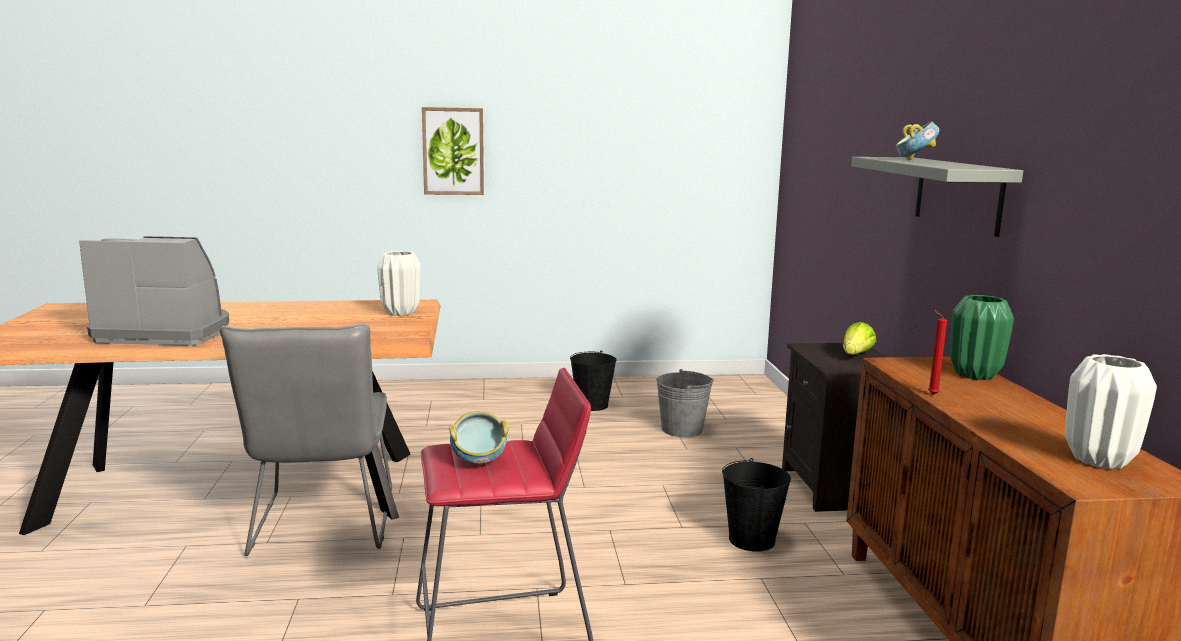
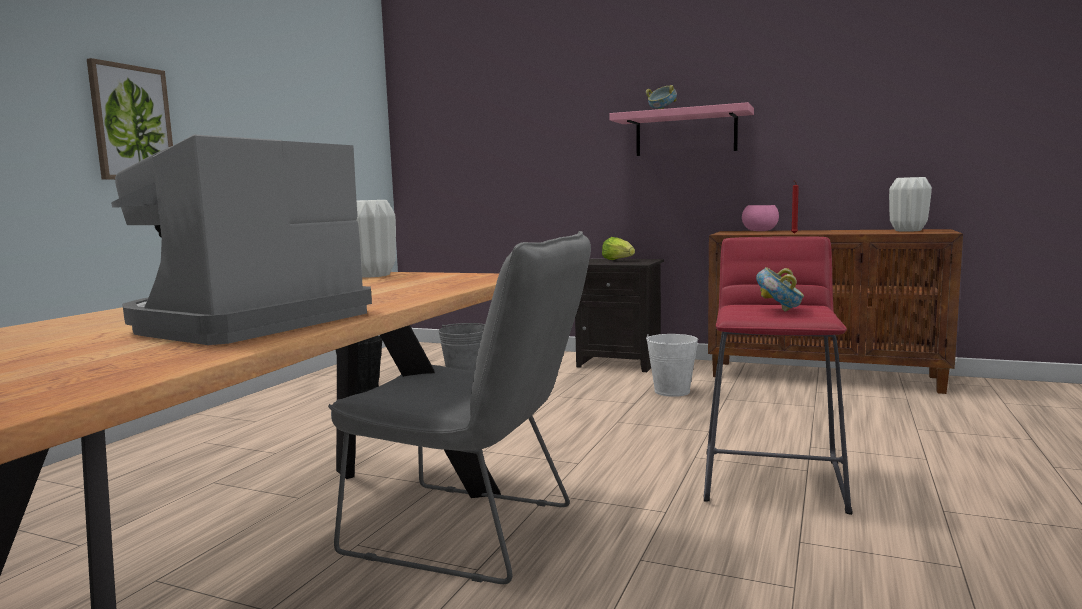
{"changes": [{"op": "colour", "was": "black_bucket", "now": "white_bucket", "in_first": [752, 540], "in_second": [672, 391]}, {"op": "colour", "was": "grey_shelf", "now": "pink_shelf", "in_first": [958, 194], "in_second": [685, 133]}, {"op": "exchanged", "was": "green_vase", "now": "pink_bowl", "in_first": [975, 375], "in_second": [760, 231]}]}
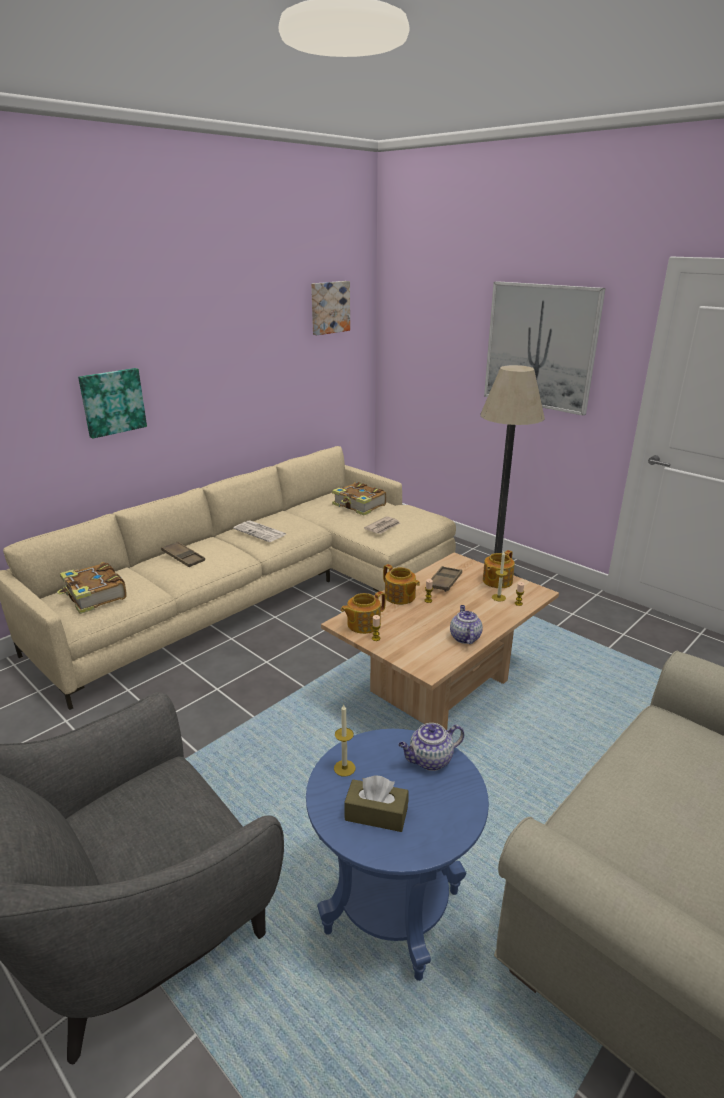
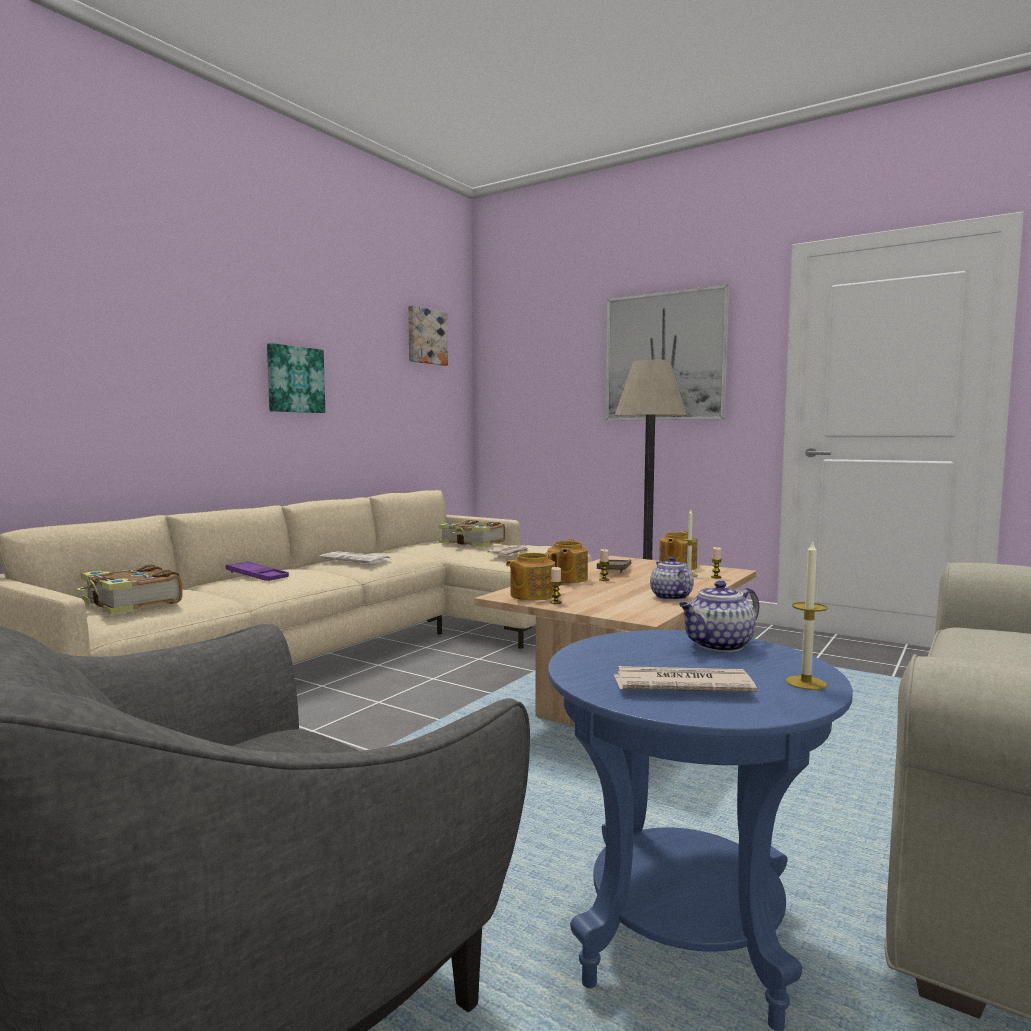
{"changes": [{"op": "relocated", "was": "picture", "in_first": [112, 402], "in_second": [294, 379]}, {"op": "colour", "was": "brown_tray", "now": "purple_tray", "in_first": [183, 557], "in_second": [257, 576]}, {"op": "relocated", "was": "candle", "in_first": [344, 768], "in_second": [806, 683]}, {"op": "exchanged", "was": "brown_tissue_box", "now": "newspaper", "in_first": [376, 814], "in_second": [680, 686]}, {"op": "spun", "was": "teapot", "in_first": [400, 597], "in_second": [566, 579], "clockwise": 60}]}
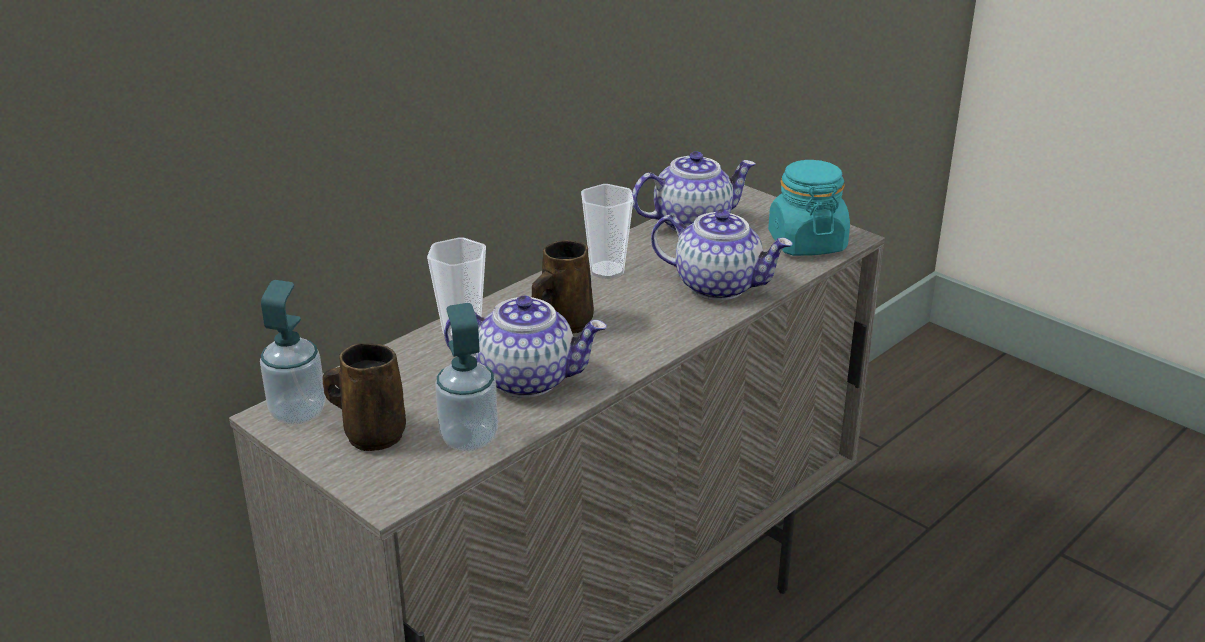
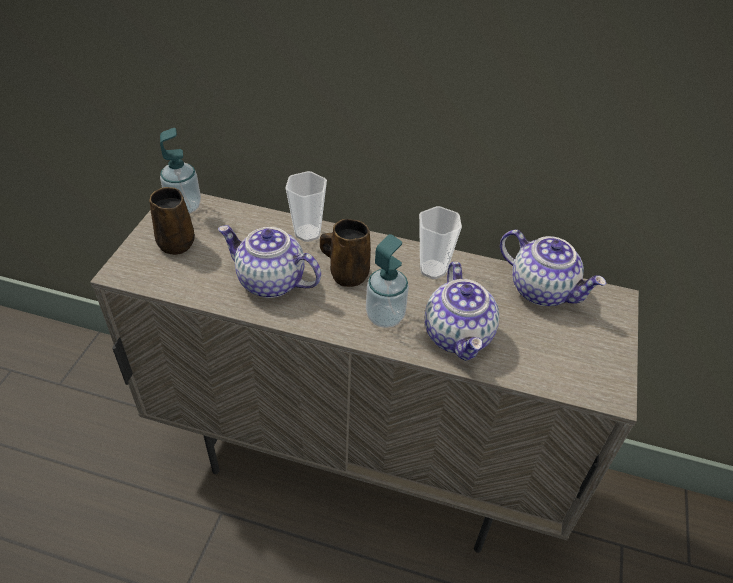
{"changes": [{"op": "relocated", "was": "soap_dispenser", "in_first": [469, 438], "in_second": [385, 316]}, {"op": "spun", "was": "teapot", "in_first": [527, 379], "in_second": [270, 282], "clockwise": 135}, {"op": "missing", "was": "turquoise_jar", "in_first": [806, 243]}]}
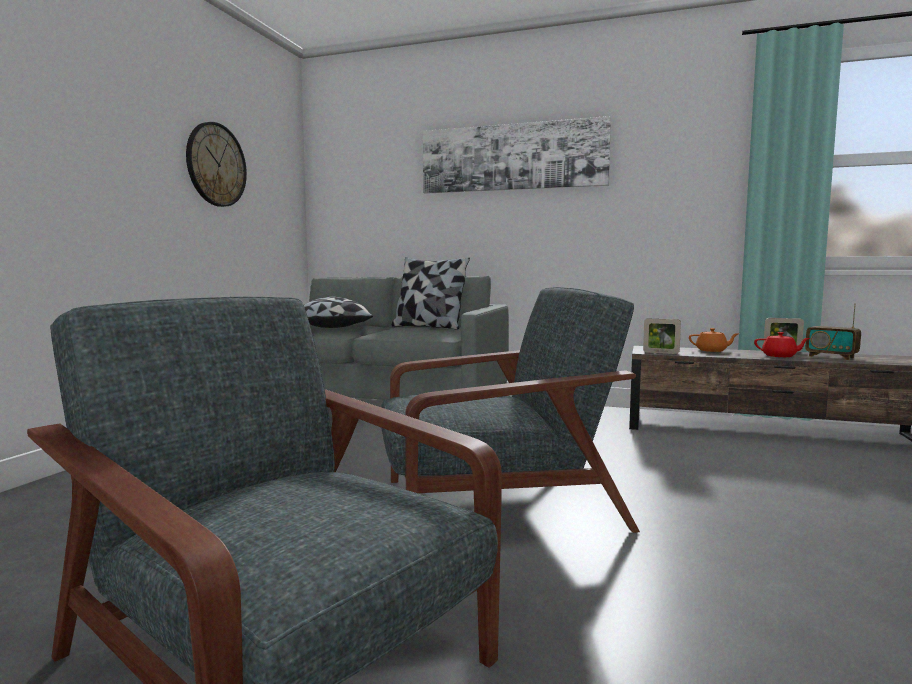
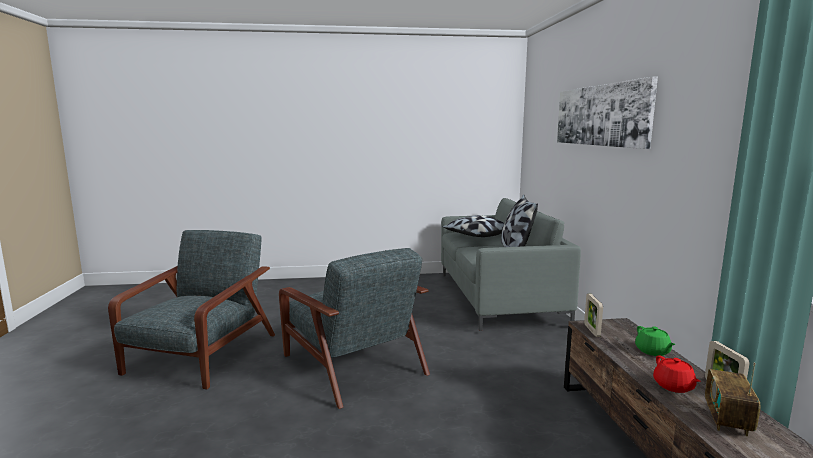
{"changes": [{"op": "missing", "was": "wall_clock", "in_first": [216, 165]}, {"op": "colour", "was": "orange_teapot", "now": "green_teapot", "in_first": [712, 350], "in_second": [652, 351]}]}
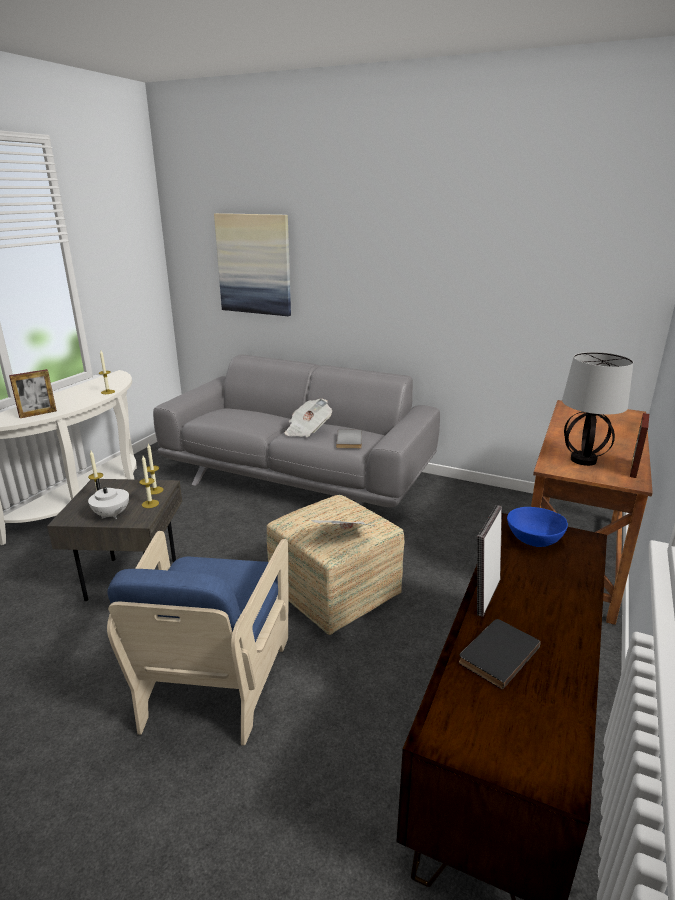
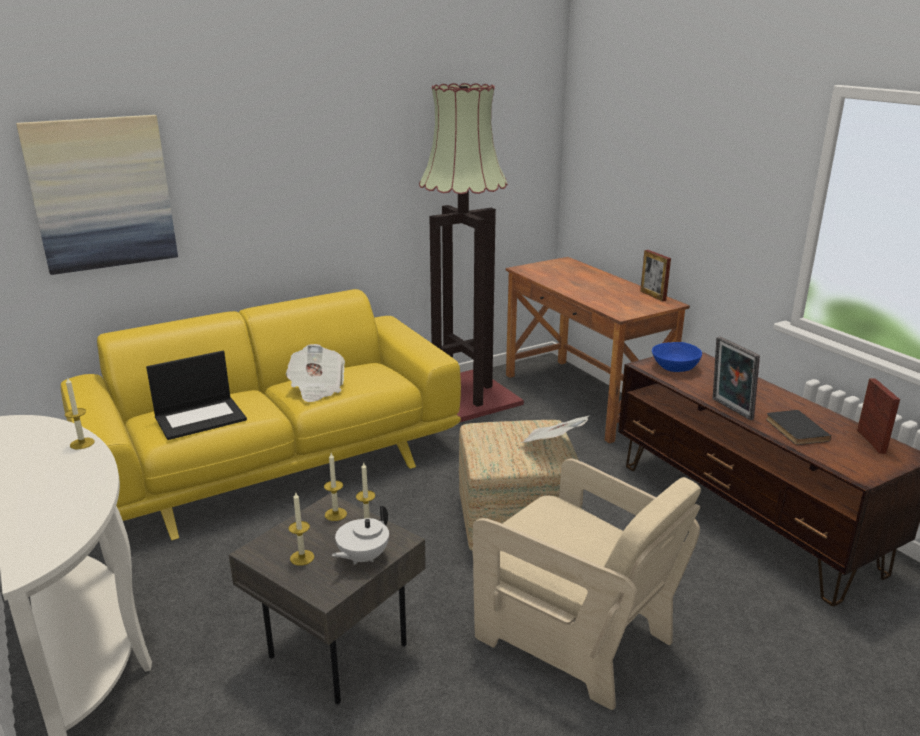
{"changes": [{"op": "relocated", "was": "picture_frame", "in_first": [38, 414], "in_second": [871, 441]}, {"op": "spun", "was": "white_teapot", "in_first": [111, 515], "in_second": [362, 557], "clockwise": 135}, {"op": "colour", "was": "blue_armchair", "now": "beige_armchair", "in_first": [214, 679], "in_second": [574, 636]}, {"op": "colour", "was": "grey_sofa", "now": "yellow_sofa", "in_first": [299, 477], "in_second": [276, 461]}, {"op": "missing", "was": "grey_book", "in_first": [350, 440]}, {"op": "missing", "was": "table_lamp", "in_first": [583, 460]}, {"op": "appeared", "now": "laptop", "in_second": [201, 418]}, {"op": "appeared", "now": "floor_lamp", "in_second": [463, 396]}]}
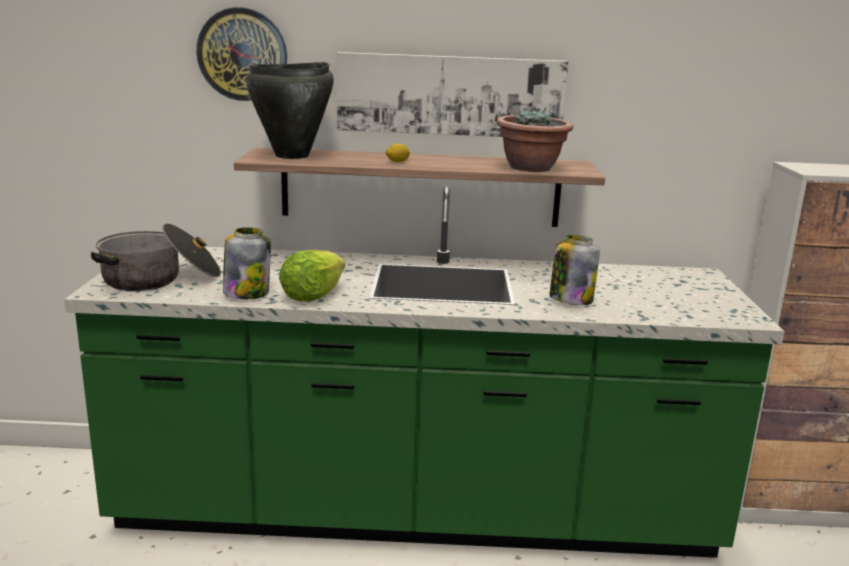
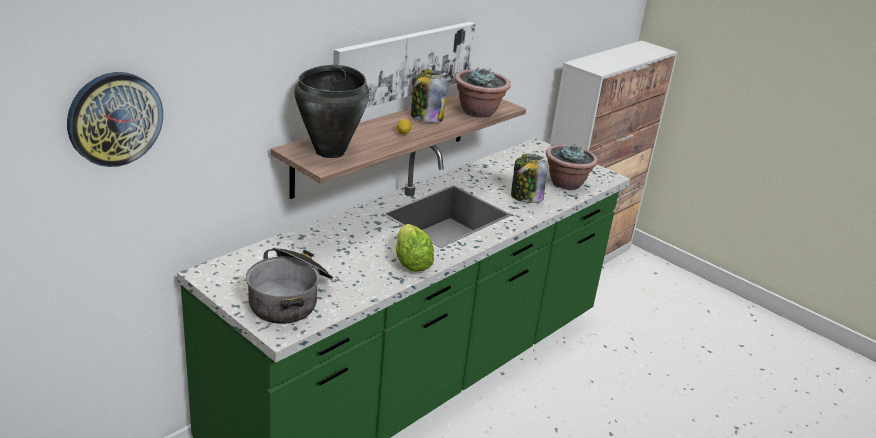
{"changes": [{"op": "relocated", "was": "wall_clock", "in_first": [242, 54], "in_second": [115, 119]}, {"op": "relocated", "was": "jar", "in_first": [247, 293], "in_second": [426, 118]}, {"op": "appeared", "now": "potted_plant", "in_second": [566, 184]}]}
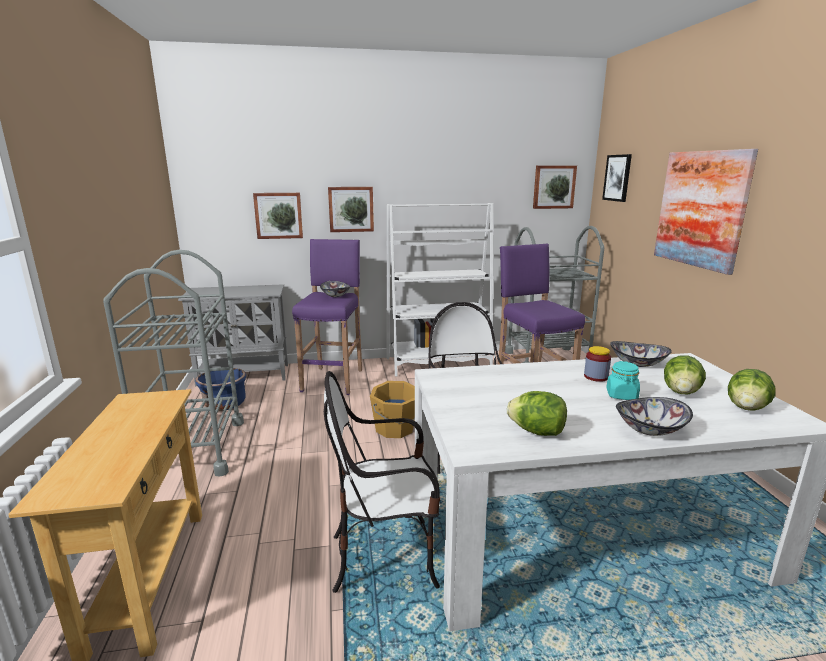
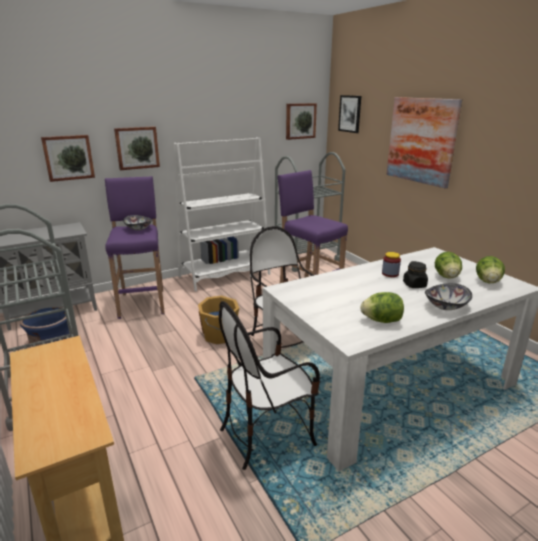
{"changes": [{"op": "colour", "was": "turquoise_jar", "now": "black_jar", "in_first": [621, 395], "in_second": [414, 285]}, {"op": "missing", "was": "bowl", "in_first": [637, 363]}]}
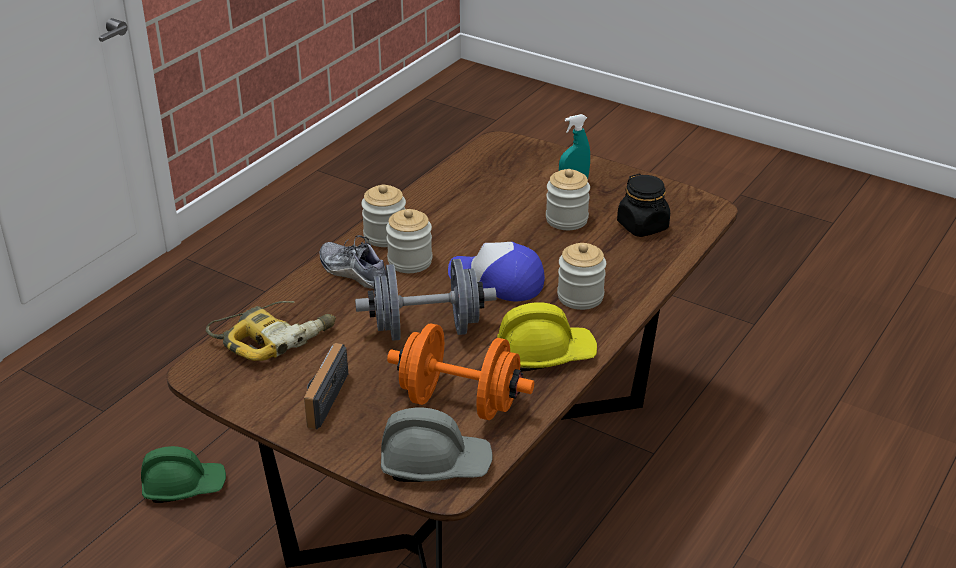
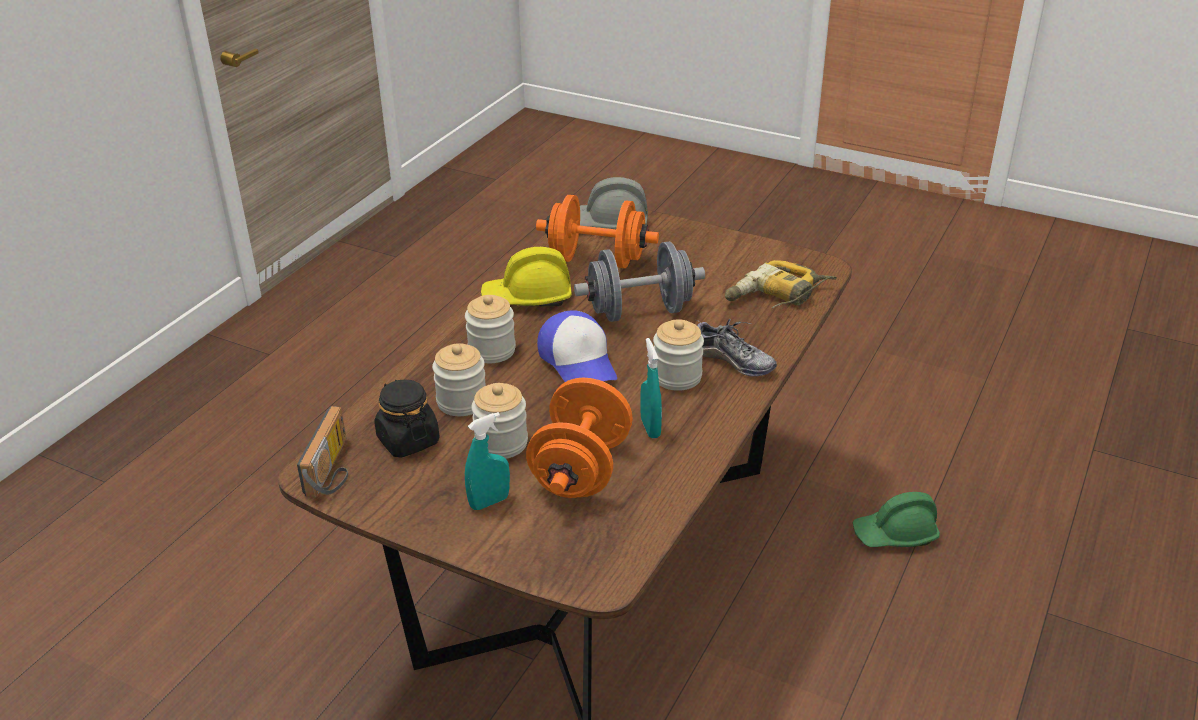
{"changes": [{"op": "relocated", "was": "radio", "in_first": [320, 397], "in_second": [334, 470]}, {"op": "relocated", "was": "jar", "in_first": [385, 236], "in_second": [462, 402]}, {"op": "spun", "was": "cap", "in_first": [497, 280], "in_second": [579, 362], "clockwise": 45}, {"op": "appeared", "now": "orange_dumbbell", "in_second": [581, 469]}, {"op": "appeared", "now": "turquoise_spray_bottle", "in_second": [650, 428]}]}
